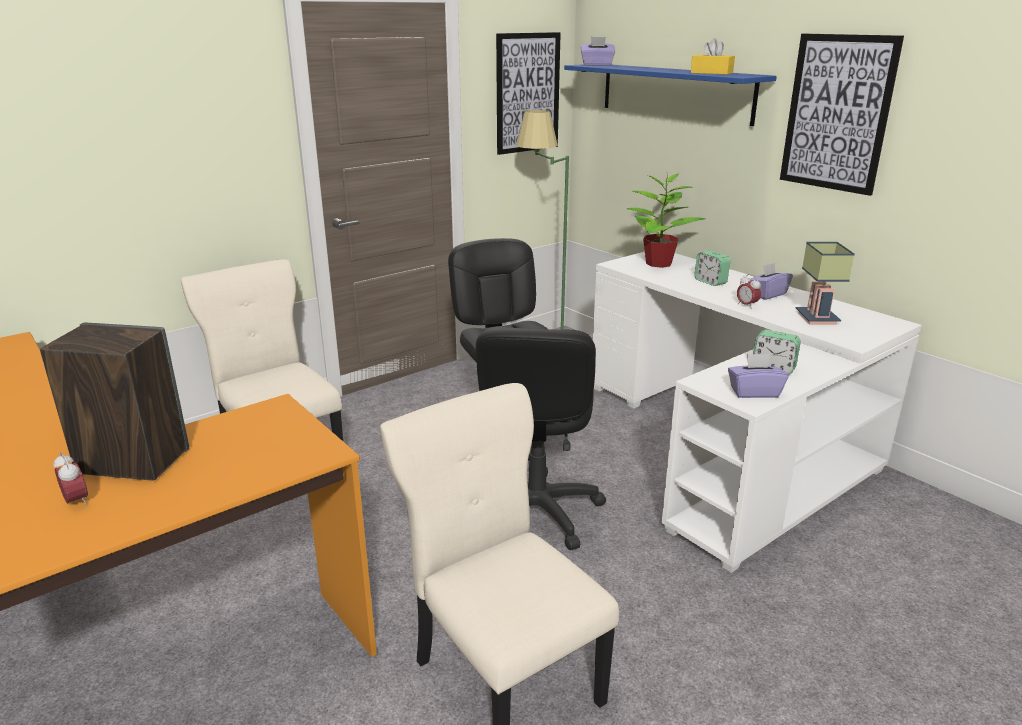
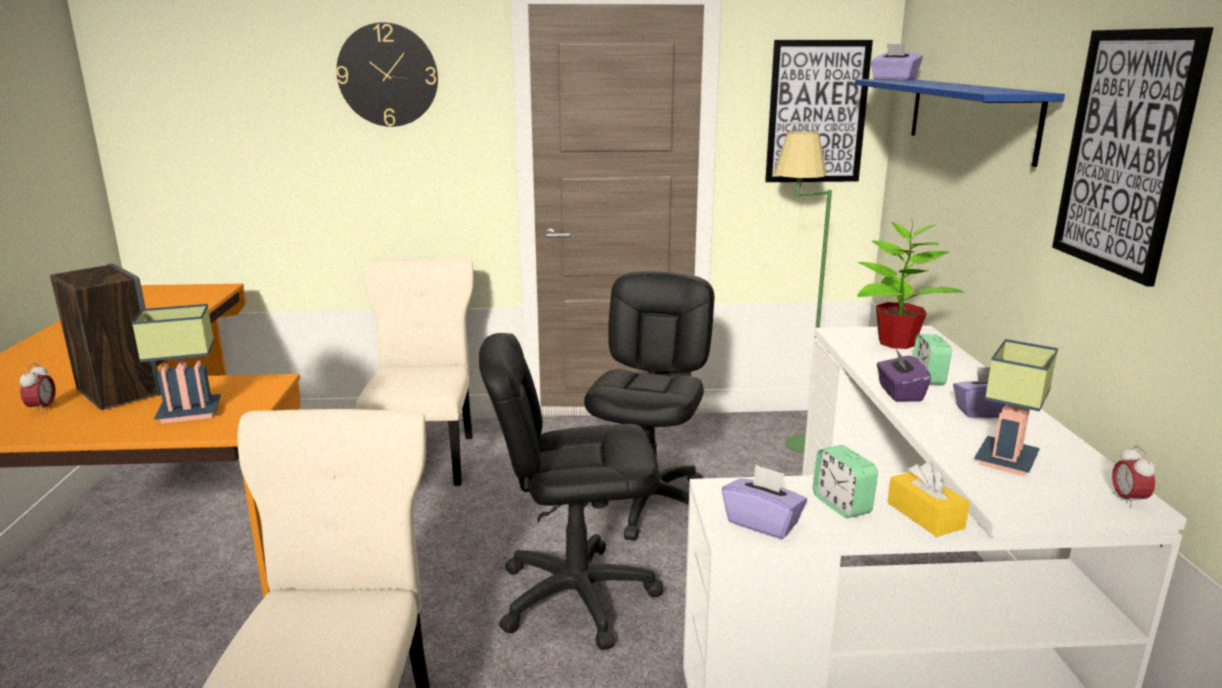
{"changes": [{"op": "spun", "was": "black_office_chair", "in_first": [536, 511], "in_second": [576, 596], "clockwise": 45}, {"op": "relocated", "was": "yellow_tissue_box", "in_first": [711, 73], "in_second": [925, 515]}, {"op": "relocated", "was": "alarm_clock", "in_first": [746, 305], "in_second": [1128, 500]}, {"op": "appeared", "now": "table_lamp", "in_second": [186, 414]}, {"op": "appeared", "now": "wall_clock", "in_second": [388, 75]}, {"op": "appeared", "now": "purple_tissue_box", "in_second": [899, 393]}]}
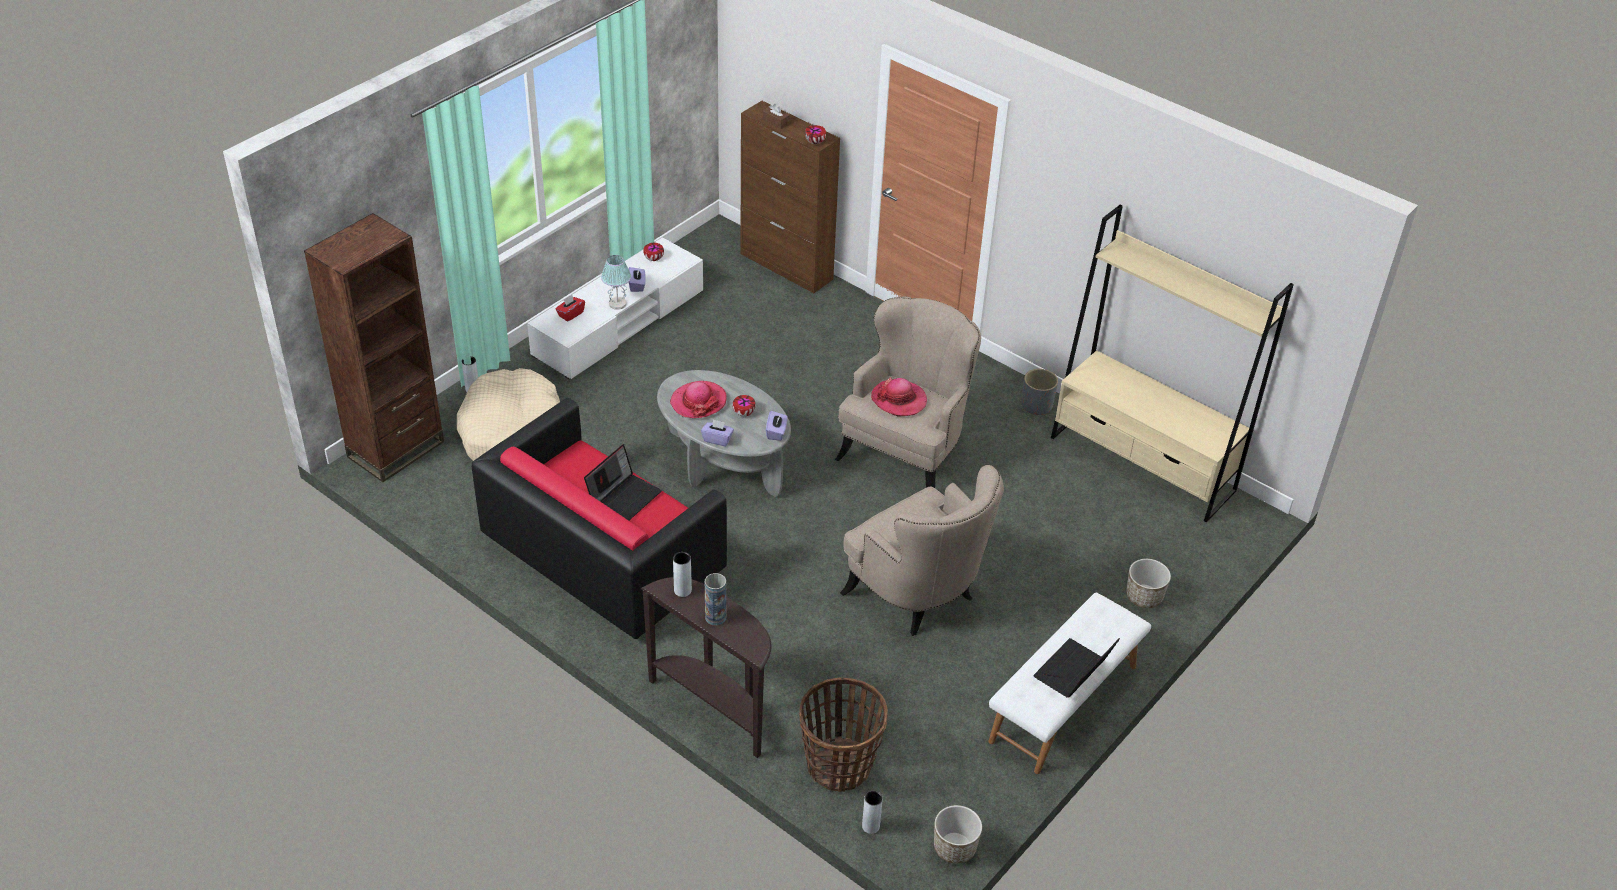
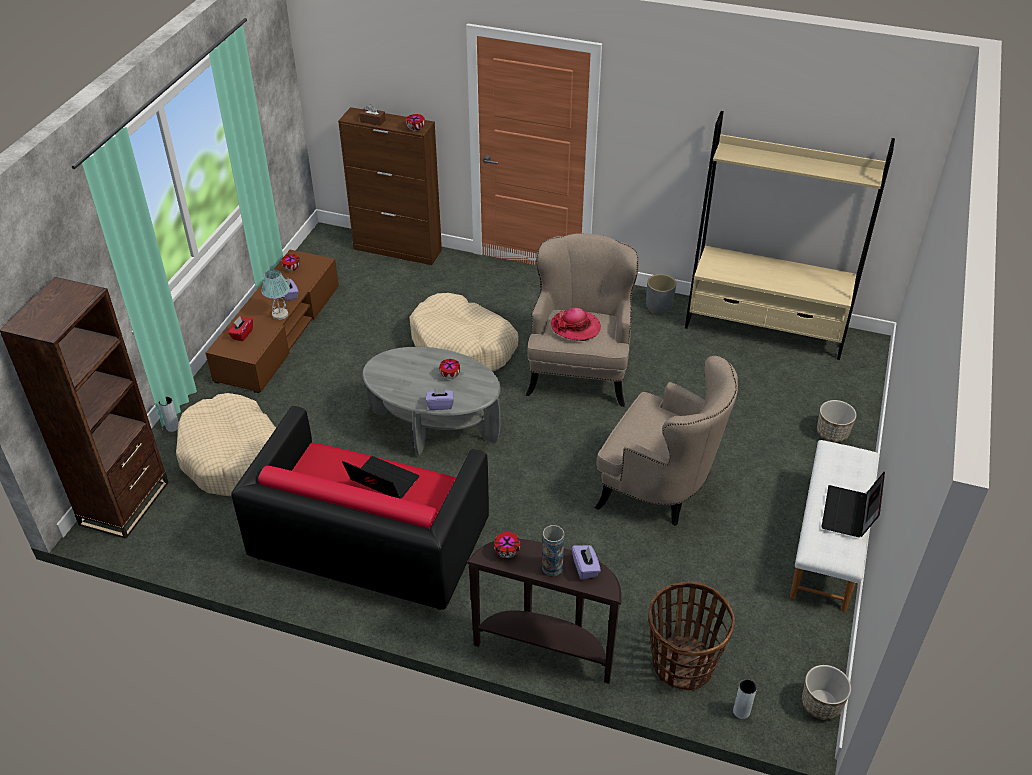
{"changes": [{"op": "colour", "was": "white_tv_stand", "now": "brown_tv_stand", "in_first": [619, 323], "in_second": [279, 333]}, {"op": "spun", "was": "laptop", "in_first": [624, 497], "in_second": [381, 482], "clockwise": -75}, {"op": "missing", "was": "hat", "in_first": [698, 401]}, {"op": "exchanged", "was": "grey_vase", "now": "bowl", "in_first": [682, 590], "in_second": [507, 552]}, {"op": "relocated", "was": "purple_tissue_box", "in_first": [776, 432], "in_second": [585, 568]}, {"op": "appeared", "now": "beige_dog_bed", "in_second": [463, 346]}]}
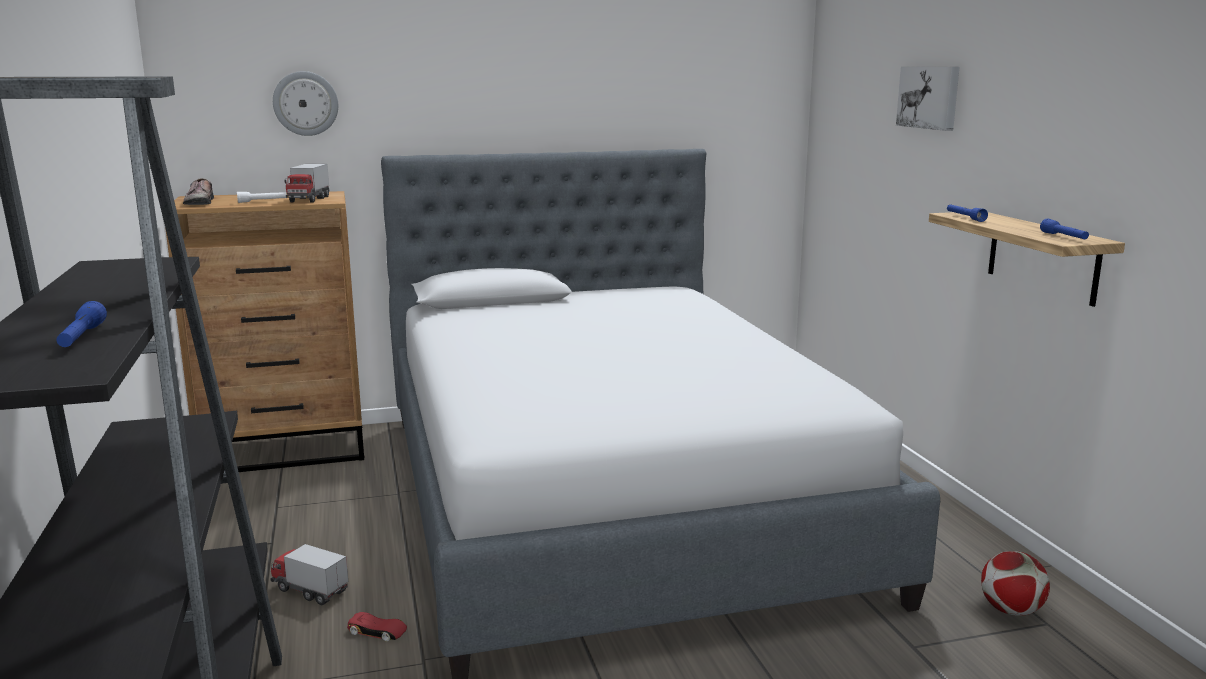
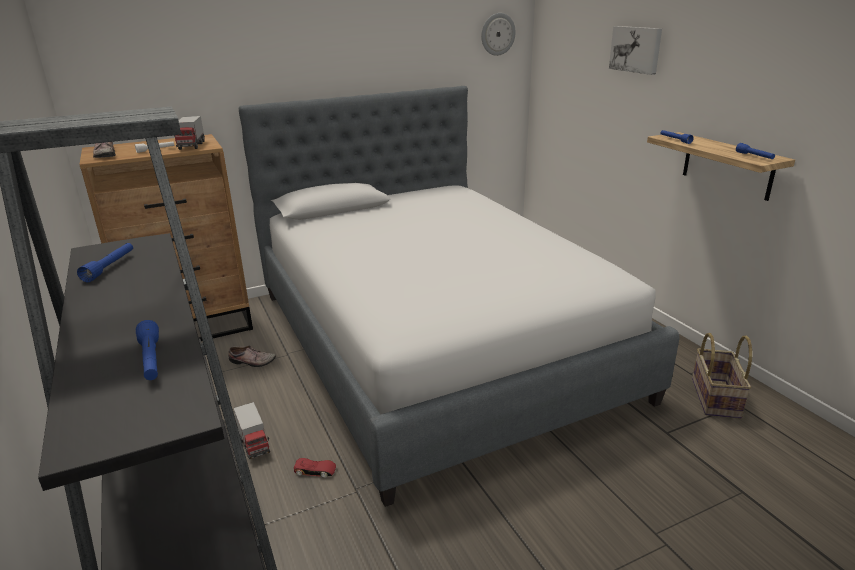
{"changes": [{"op": "spun", "was": "toy_truck", "in_first": [310, 590], "in_second": [254, 443], "clockwise": -135}, {"op": "relocated", "was": "wall_clock", "in_first": [305, 103], "in_second": [497, 34]}, {"op": "exchanged", "was": "football", "now": "basket", "in_first": [1011, 611], "in_second": [714, 397]}, {"op": "appeared", "now": "blue_flashlight", "in_second": [110, 267]}, {"op": "appeared", "now": "shoe", "in_second": [252, 362]}]}
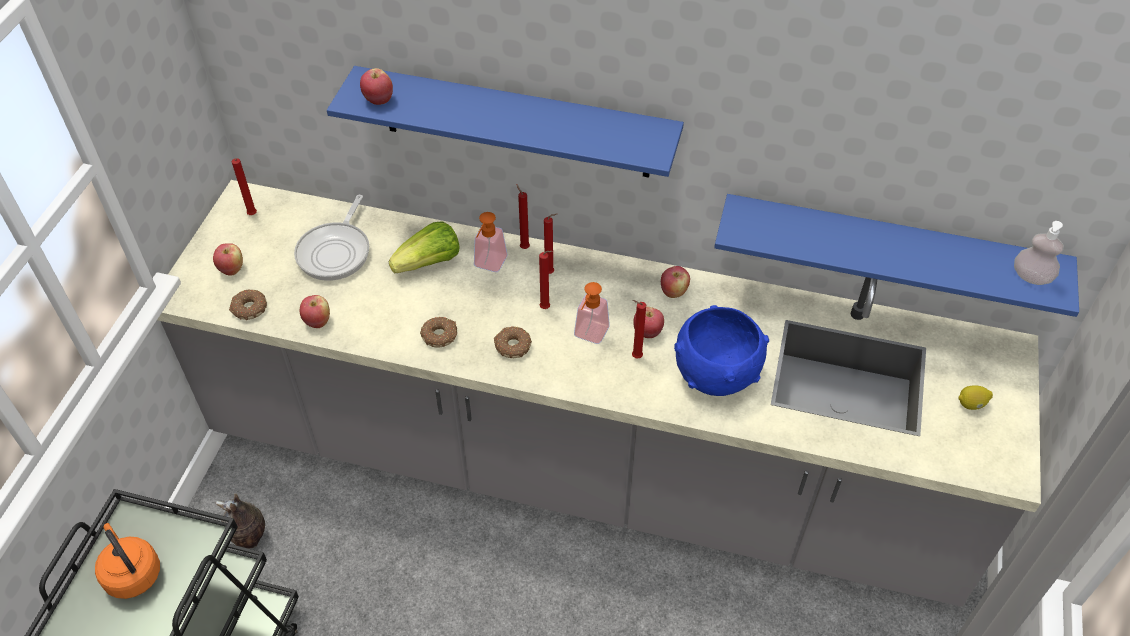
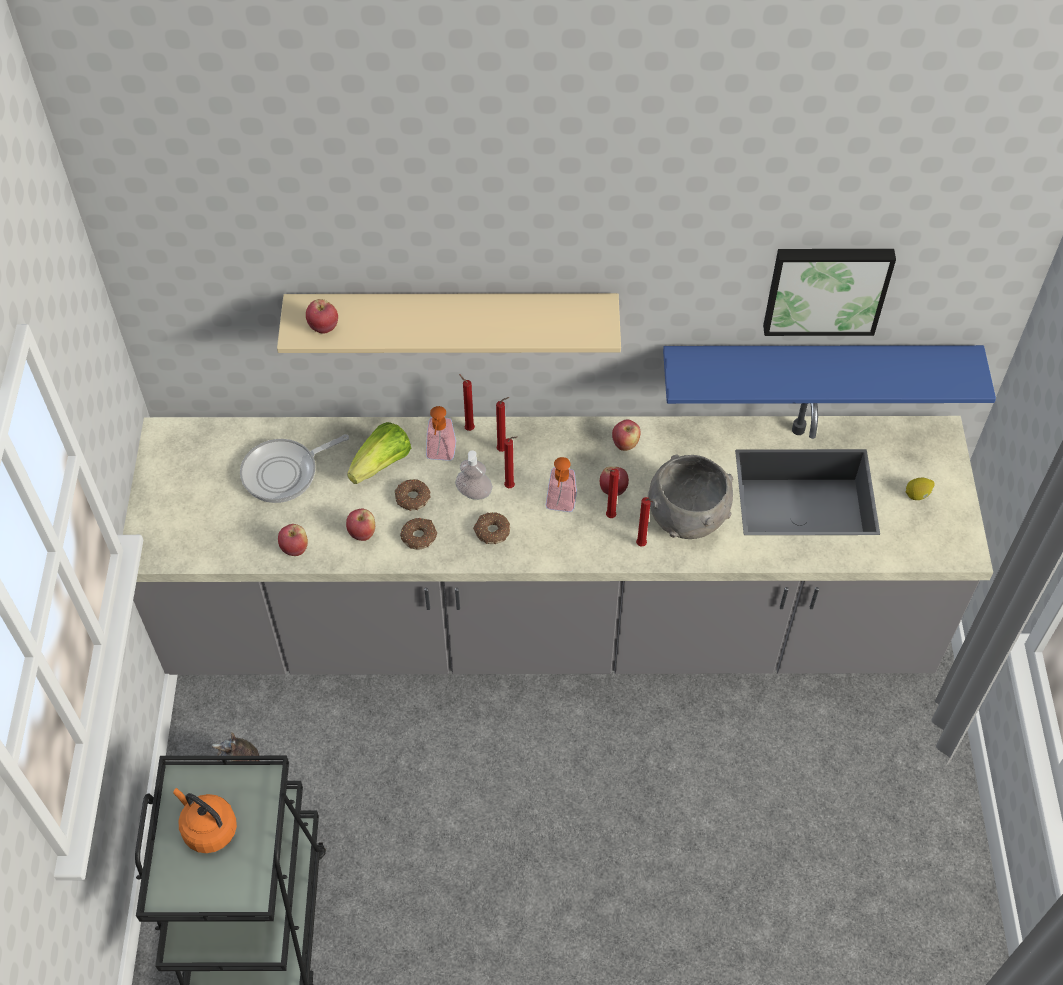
{"changes": [{"op": "relocated", "was": "apple", "in_first": [231, 269], "in_second": [362, 533]}, {"op": "relocated", "was": "donut", "in_first": [249, 308], "in_second": [412, 498]}, {"op": "relocated", "was": "red_candle", "in_first": [252, 216], "in_second": [642, 545]}, {"op": "spun", "was": "frying_pan", "in_first": [336, 252], "in_second": [284, 472], "clockwise": 60}, {"op": "colour", "was": "blue_shelf", "now": "beige_shelf", "in_first": [516, 123], "in_second": [452, 318]}, {"op": "colour", "was": "blue_bowl", "now": "grey_bowl", "in_first": [716, 373], "in_second": [687, 516]}, {"op": "relocated", "was": "soap_dispenser", "in_first": [1031, 277], "in_second": [474, 492]}, {"op": "appeared", "now": "picture", "in_second": [826, 288]}]}
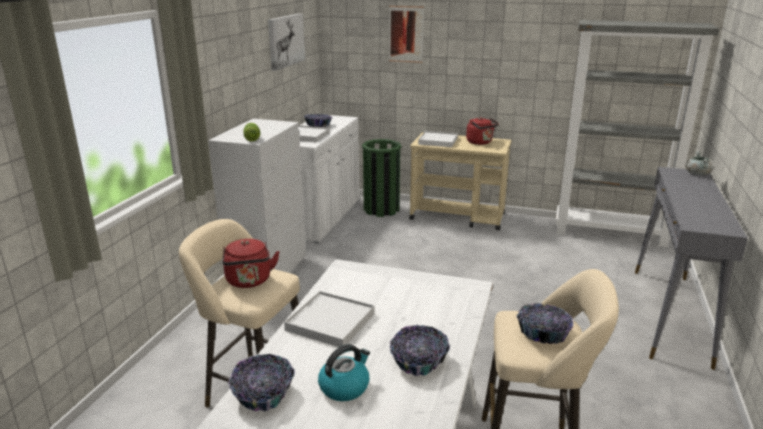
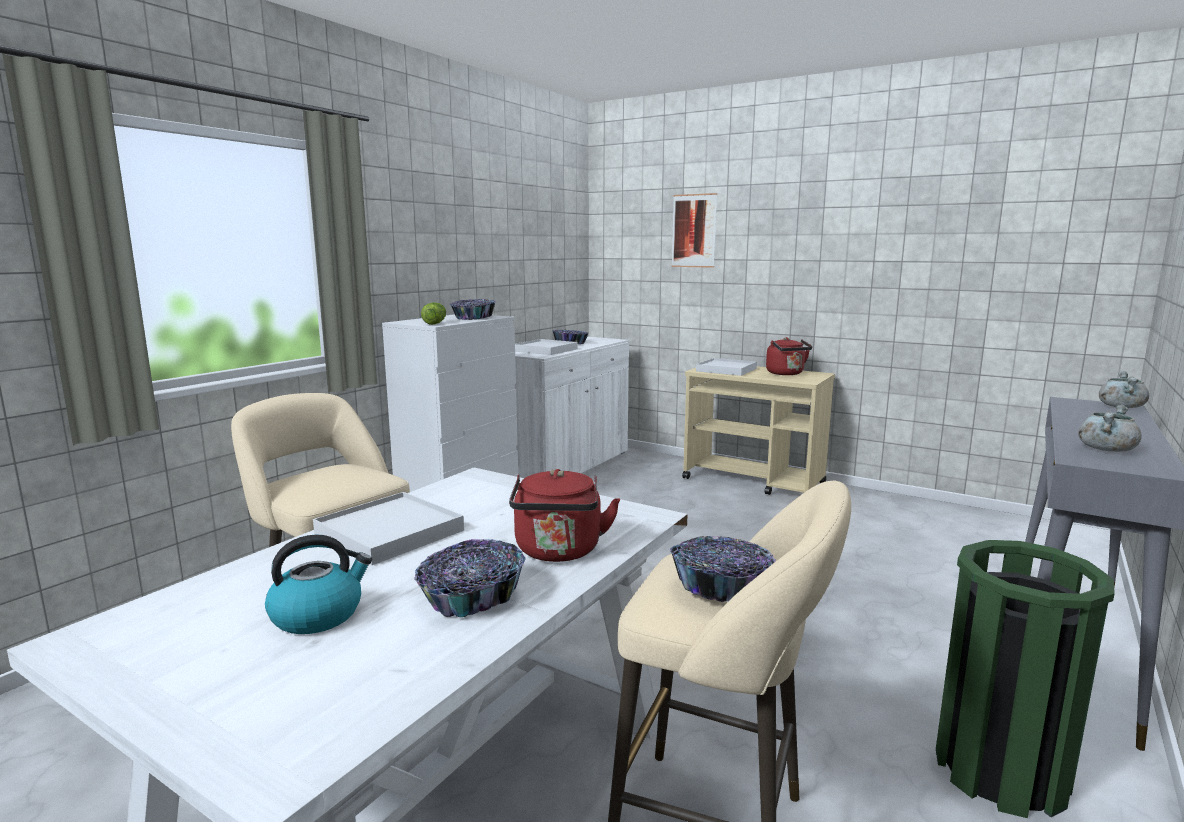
{"changes": [{"op": "relocated", "was": "red_kettle", "in_first": [249, 281], "in_second": [558, 552]}, {"op": "relocated", "was": "bowl", "in_first": [262, 394], "in_second": [473, 318]}, {"op": "missing", "was": "picture", "in_first": [285, 41]}, {"op": "relocated", "was": "green_trash_can", "in_first": [381, 209], "in_second": [1001, 771]}, {"op": "missing", "was": "grey_bookcase", "in_first": [610, 233]}, {"op": "appeared", "now": "grey_cooking_pot", "in_second": [1105, 449]}]}
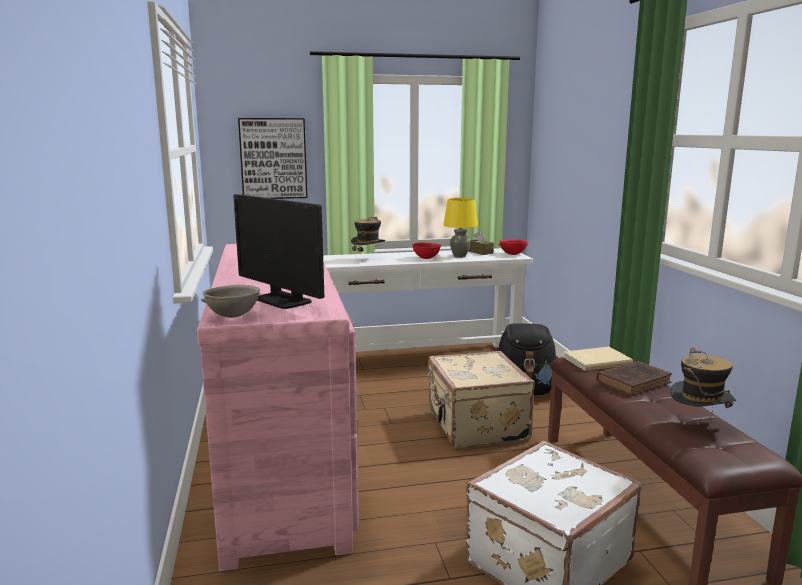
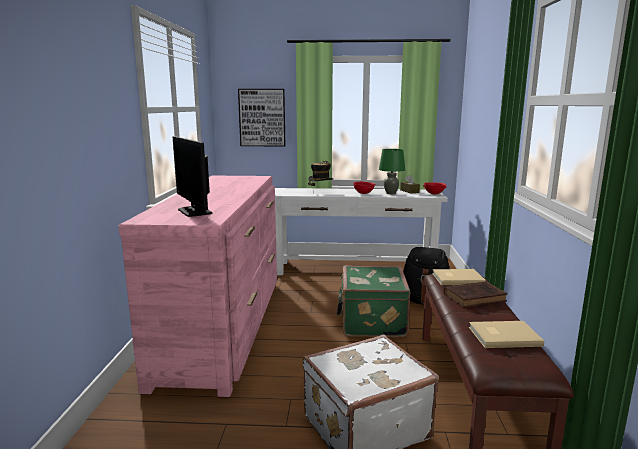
{"changes": [{"op": "missing", "was": "grey_bowl", "in_first": [232, 316]}, {"op": "colour", "was": "beige_suitcase", "now": "green_suitcase", "in_first": [475, 426], "in_second": [371, 322]}, {"op": "colour", "was": "yellow_table_lamp", "now": "green_table_lamp", "in_first": [460, 256], "in_second": [391, 193]}, {"op": "exchanged", "was": "hat", "now": "beige_book", "in_first": [698, 424], "in_second": [502, 335]}]}
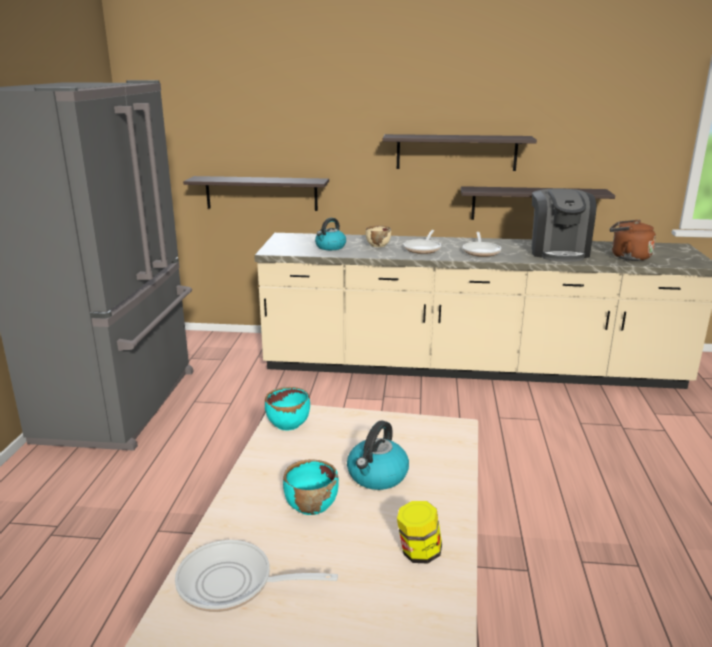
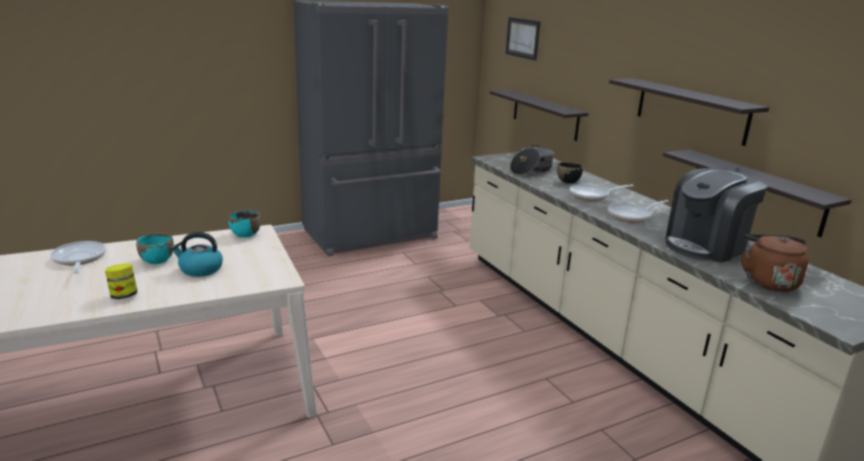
{"changes": [{"op": "exchanged", "was": "kettle", "now": "cooking_pot", "in_first": [330, 247], "in_second": [531, 170]}, {"op": "colour", "was": "beige_bowl", "now": "black_bowl", "in_first": [377, 245], "in_second": [568, 181]}, {"op": "appeared", "now": "picture", "in_second": [523, 38]}]}
